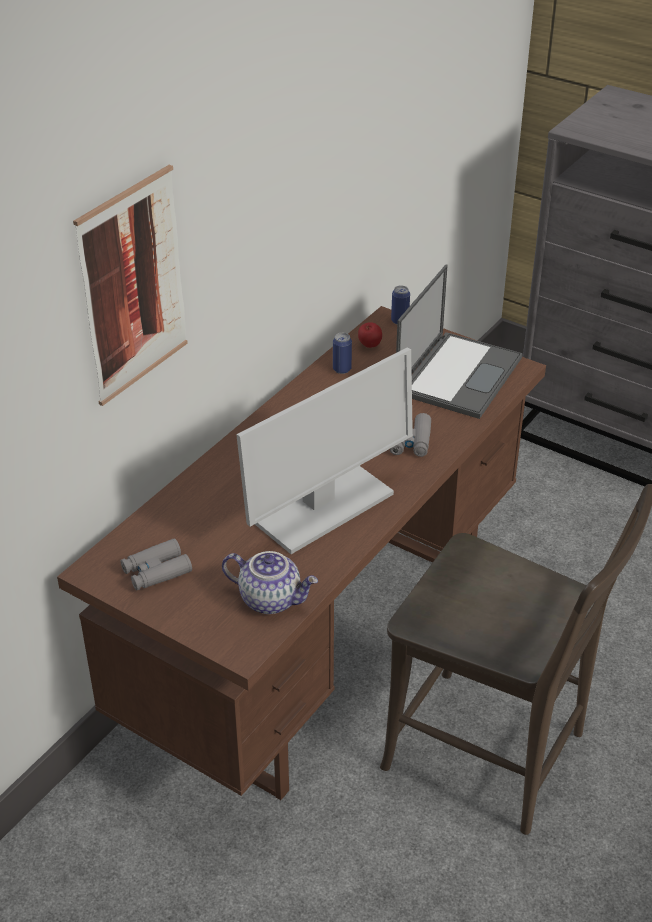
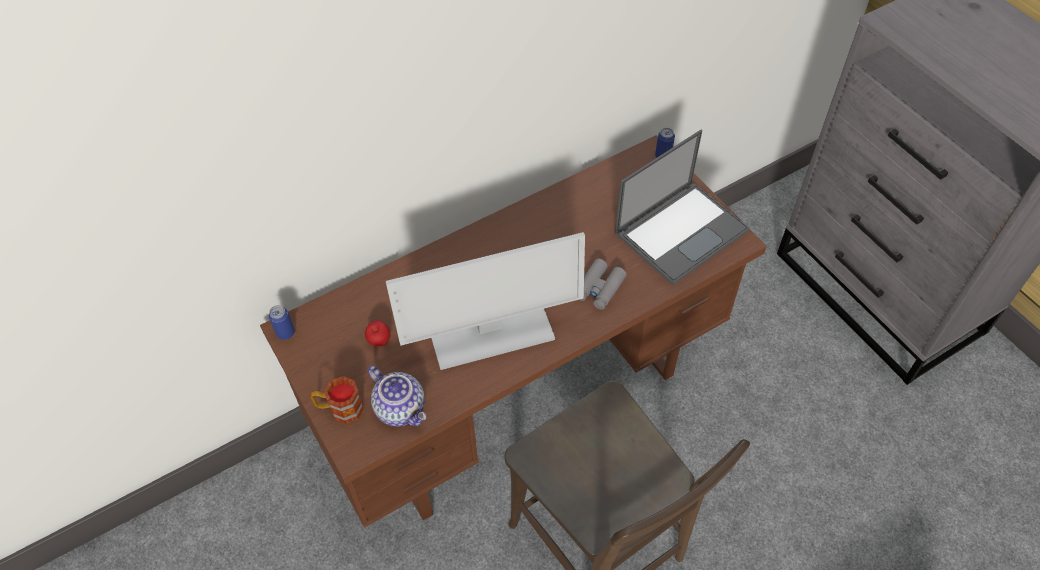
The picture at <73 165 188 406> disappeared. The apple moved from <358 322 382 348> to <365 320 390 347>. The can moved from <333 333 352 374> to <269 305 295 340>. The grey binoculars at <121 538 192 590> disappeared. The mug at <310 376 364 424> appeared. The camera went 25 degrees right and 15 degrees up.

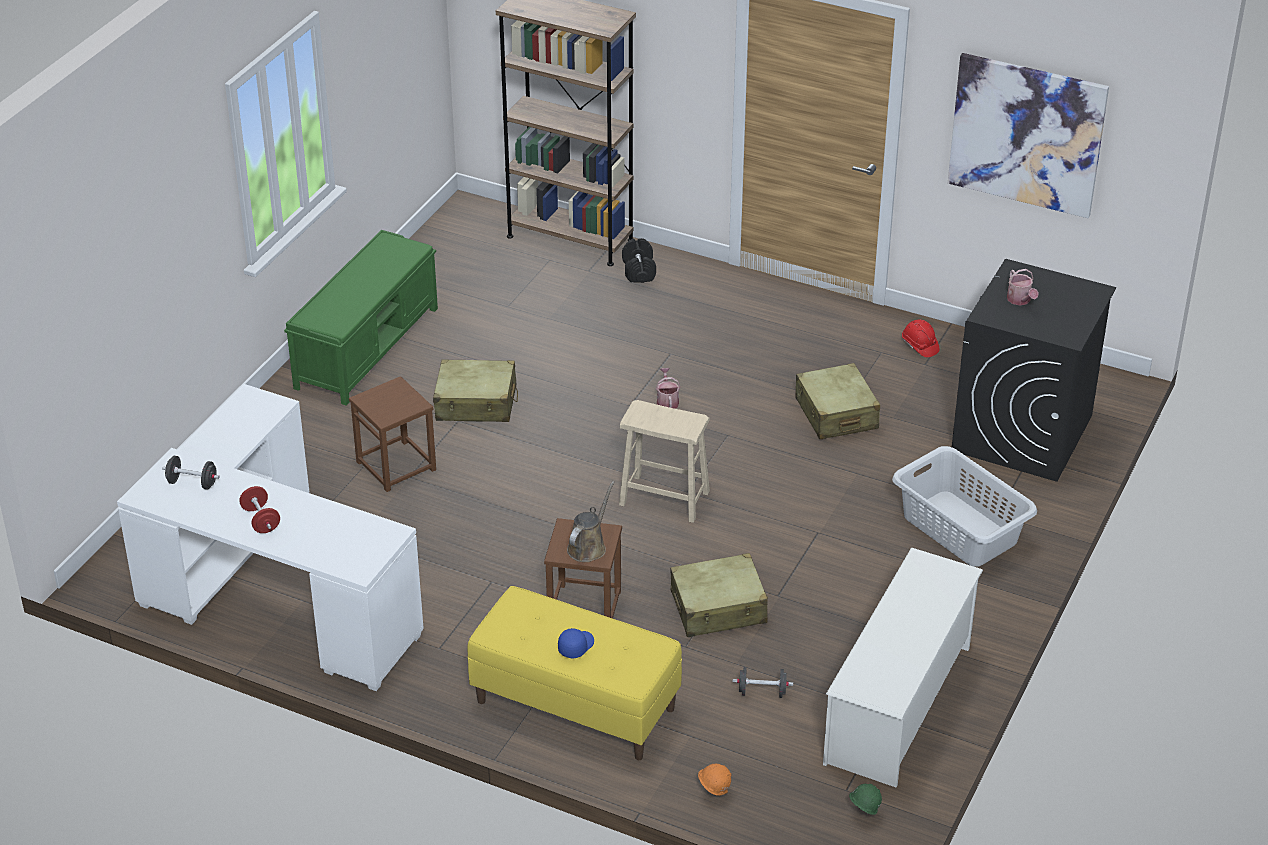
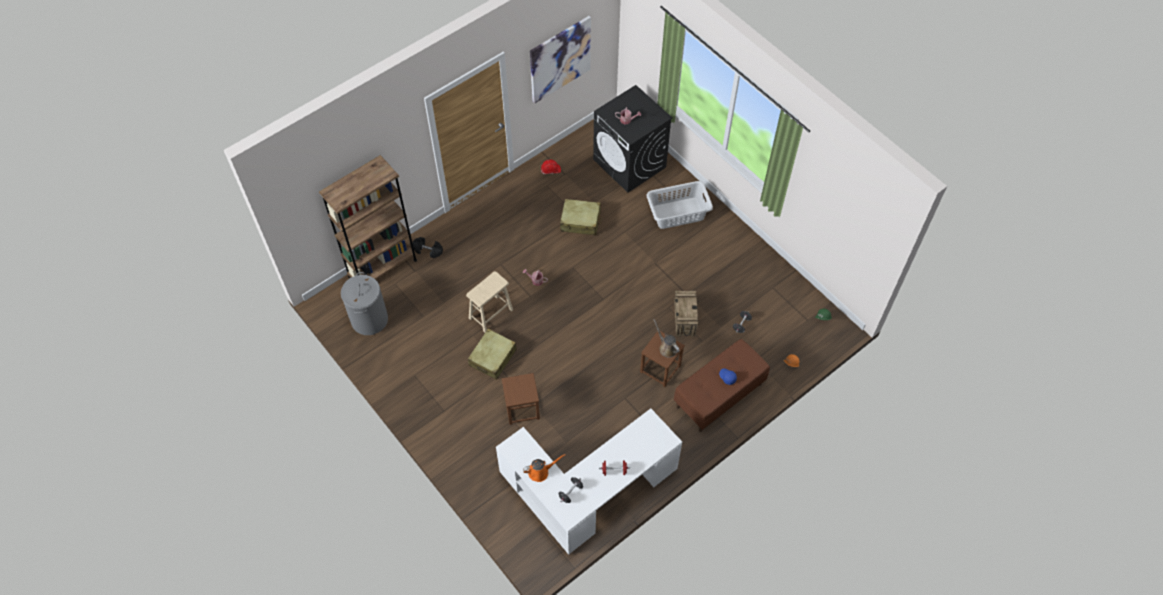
The green bench at <284 230 438 406> disappeared. The beige stool moved from <619 400 710 523> to <466 271 513 333>. The white shoe rack at <823 548 983 787> disappeared. The beige suitcase at <670 553 768 637> was replaced by the crate at <674 290 698 337>. The yellow bench at <467 586 682 760> became the brown bench at <674 339 770 432>. The grey laundry basket at <341 272 388 335> appeared. The orange watering can at <523 454 565 482> appeared. The camera went 65 degrees left and 20 degrees up.

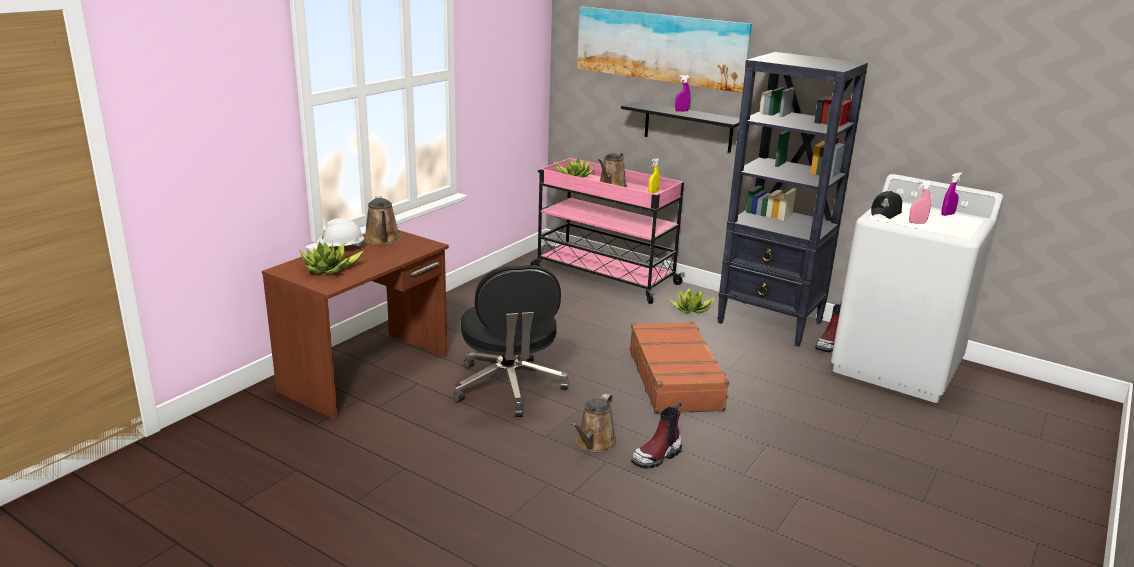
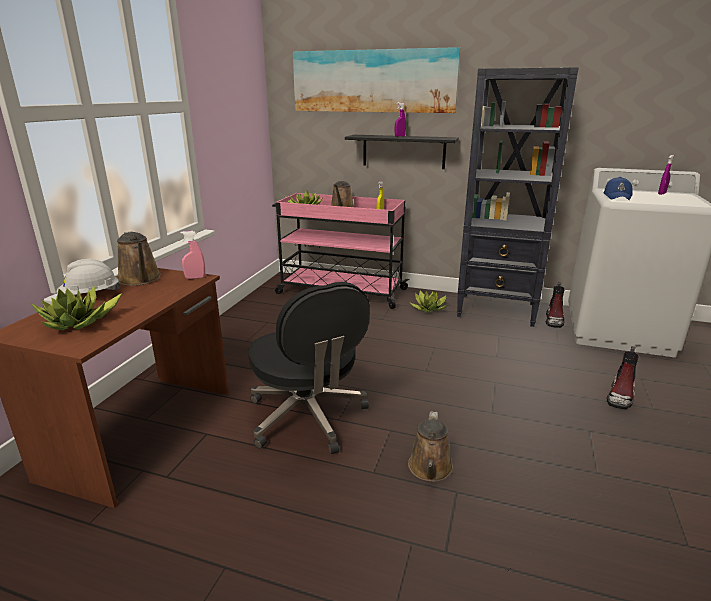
The pink spray bottle moved from <909 180 932 223> to <180 231 205 279>. The black cap at <871 191 902 219> became the blue cap at <603 177 633 200>. The brown suitcase at <630 322 729 414> disappeared. The boot moved from <631 402 682 468> to <607 346 639 409>. The camera went 15 degrees left and 0 degrees up.

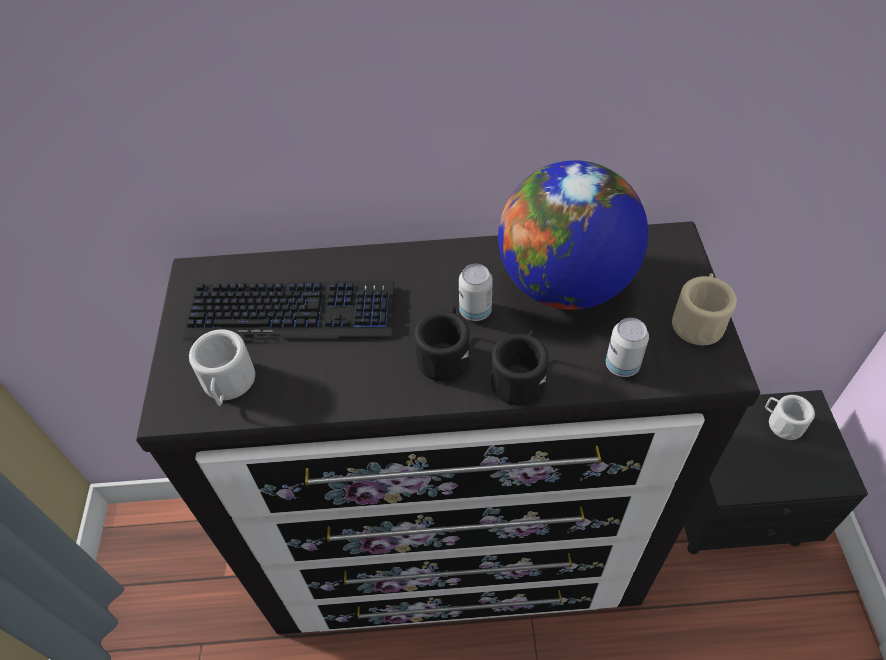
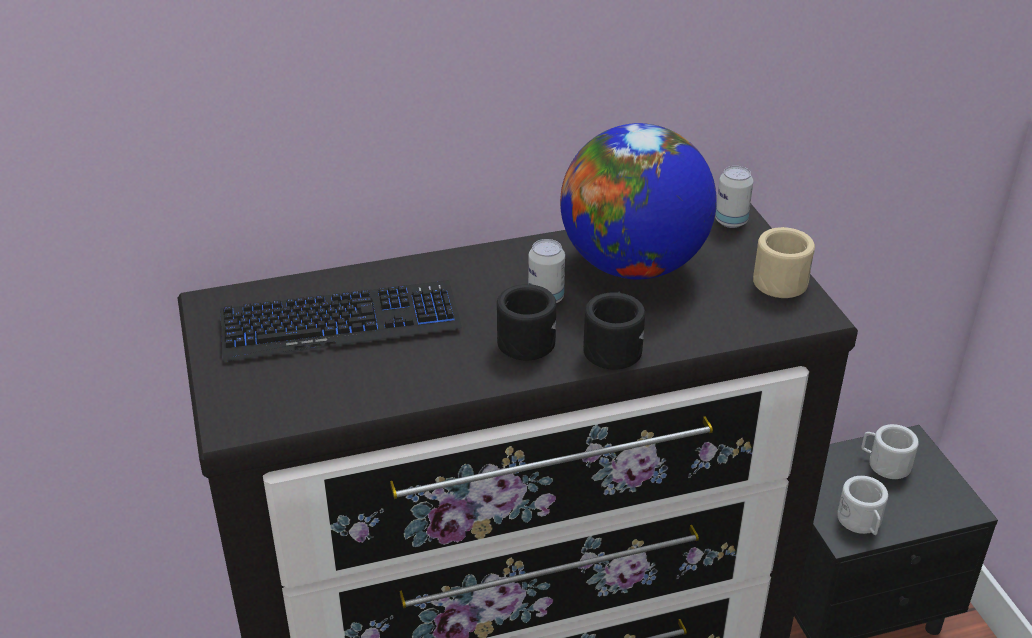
The can moved from <606 318 649 377> to <715 166 753 228>. The white mug moved from <189 329 255 406> to <837 476 888 535>. The camera went 15 degrees left and 15 degrees down.

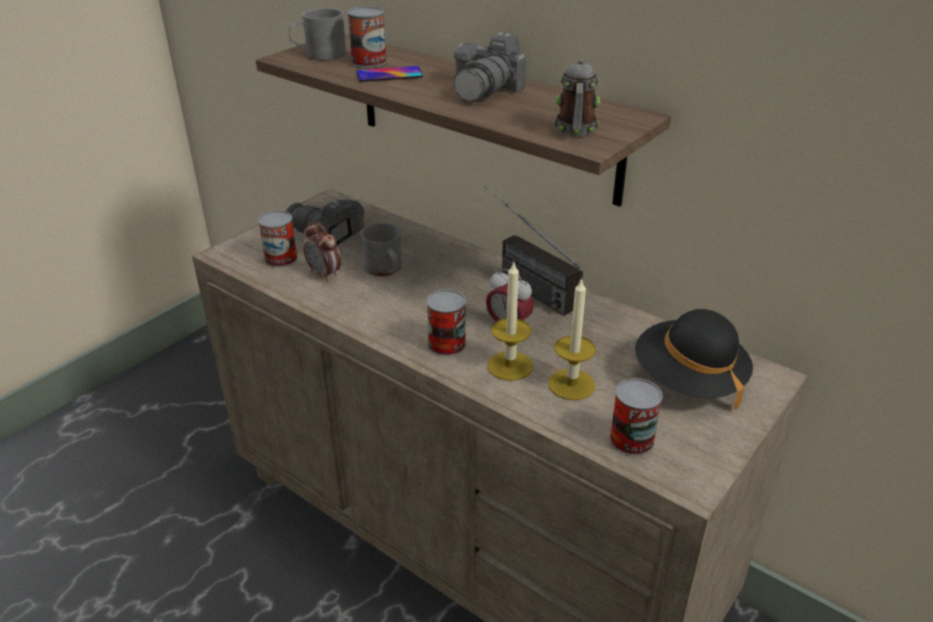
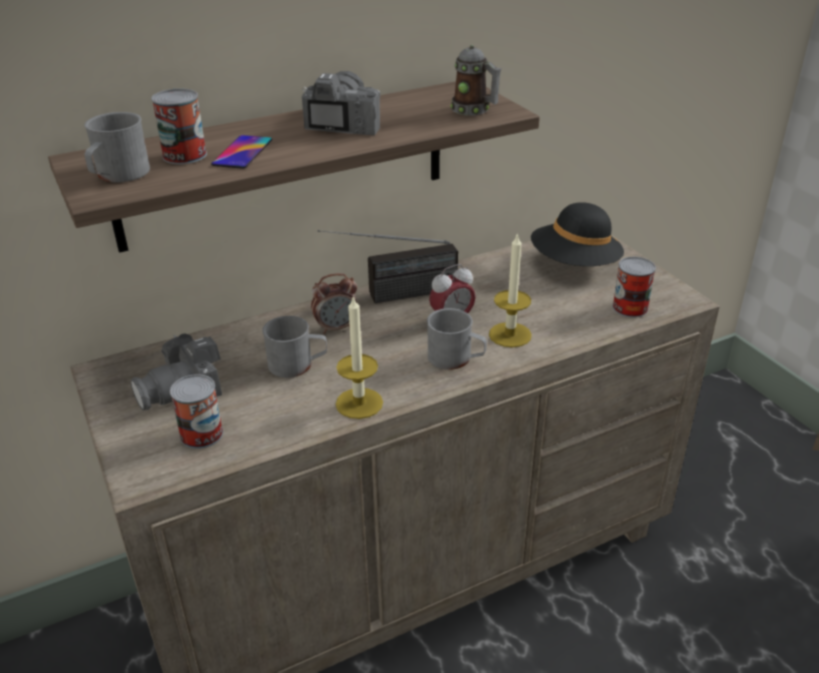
The photo camera at <453 32 526 102> turned 135 degrees counterclockwise. The alarm clock moved from <303 221 341 282> to <311 273 358 334>. The candle moved from <548 277 596 400> to <336 295 383 419>. The can at <426 289 466 356> was replaced by the grey mug at <427 308 487 370>. The camera went 65 degrees left and 0 degrees up.

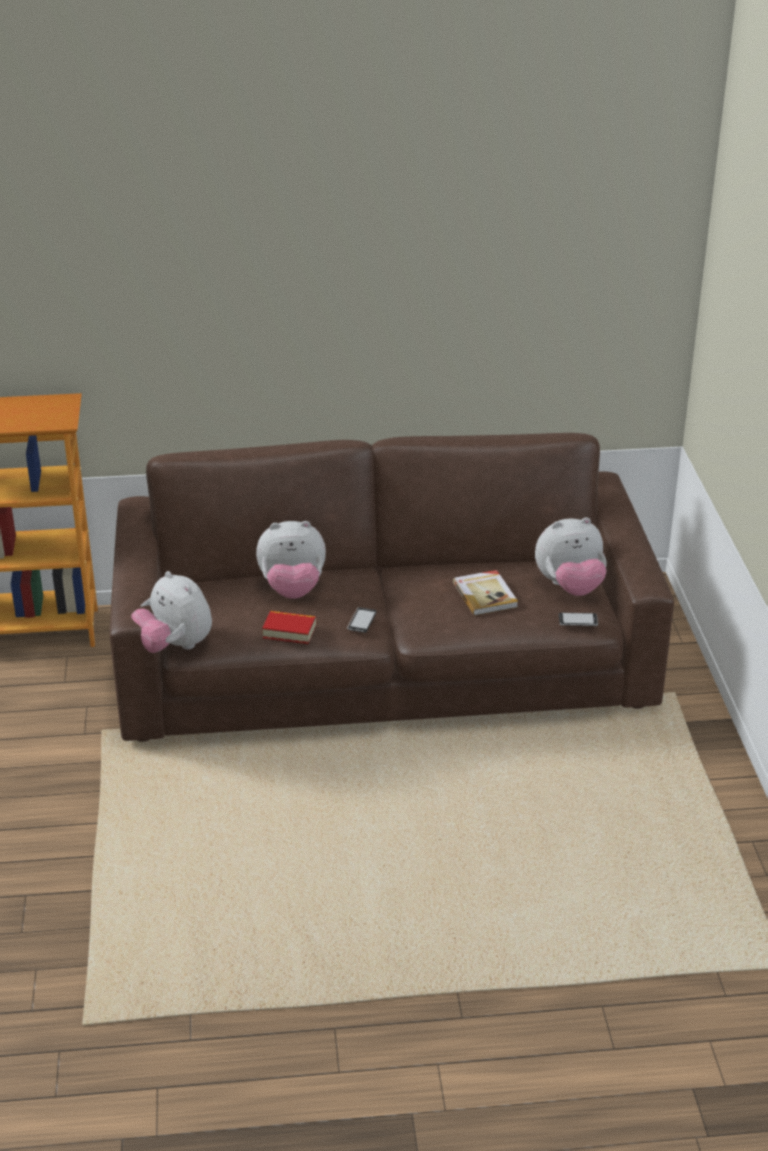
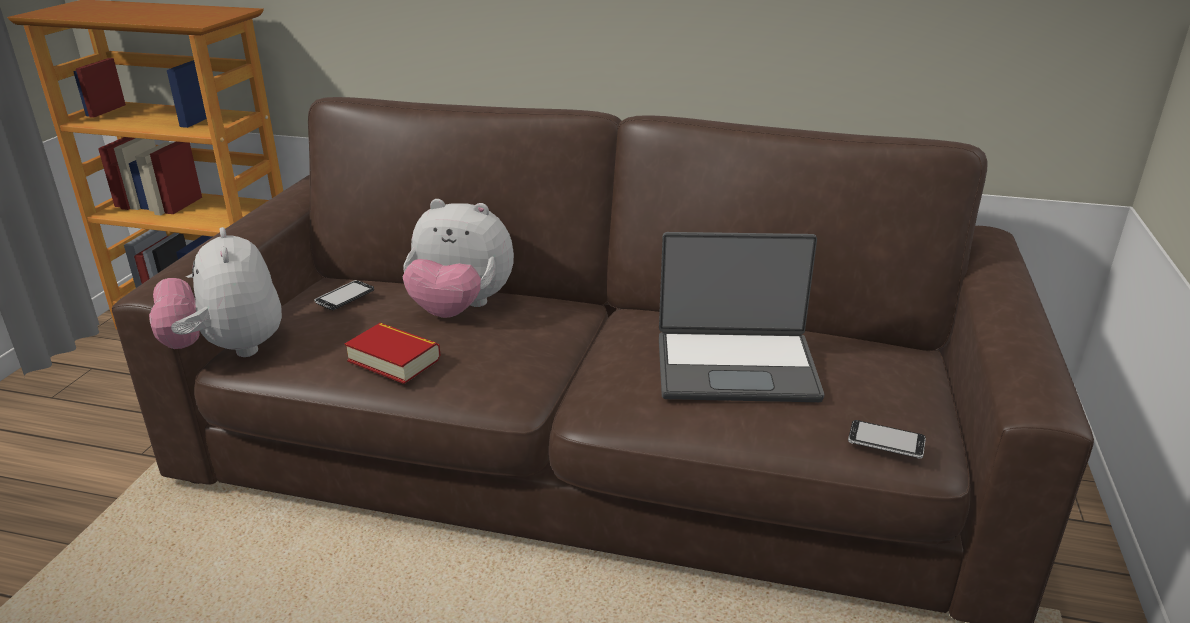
The plush toy at <535 517 607 596> disappeared. The book at <453 570 518 616> was replaced by the laptop at <659 232 825 402>. The phone moved from <347 607 376 633> to <314 280 374 310>. The camera went 20 degrees right and 5 degrees down.

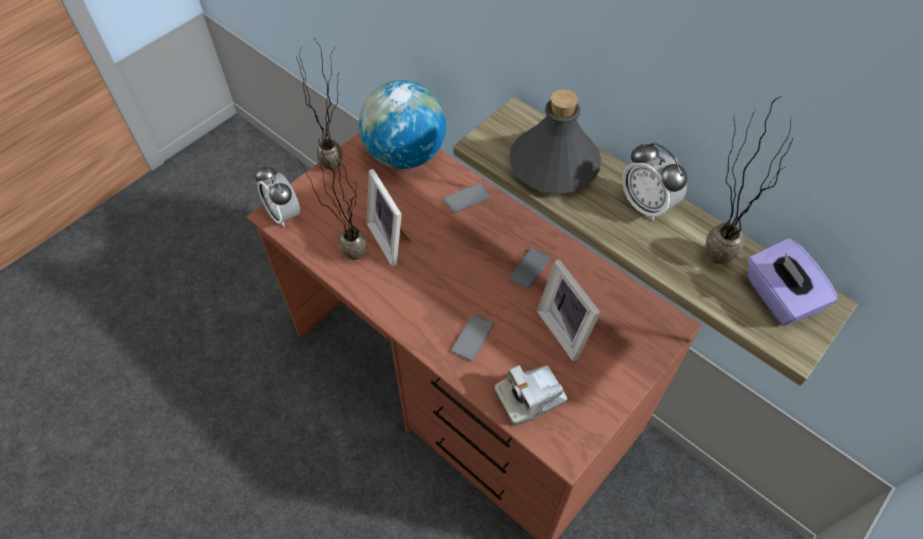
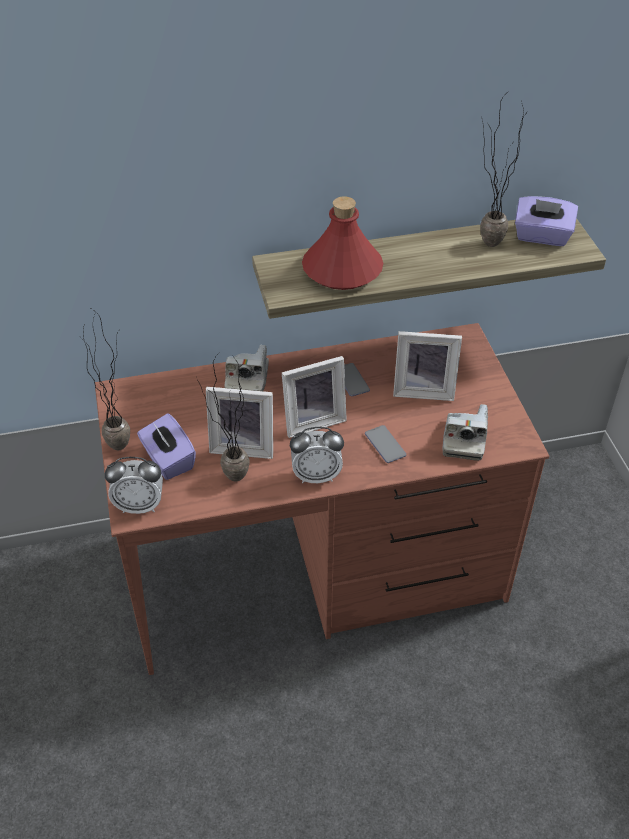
The globe at <359 80 446 169> disappeared. The grey bottle at <509 89 601 194> became the red bottle at <302 196 383 290>. The alarm clock moved from <622 142 687 221> to <290 427 344 483>. The phone at <444 183 490 213> was replaced by the photo camera at <224 345 269 391>. The picture frame at <282 356 347 438> appeared. The purple tissue box at <137 413 196 480> appeared. The camera went 55 degrees left and 10 degrees down.

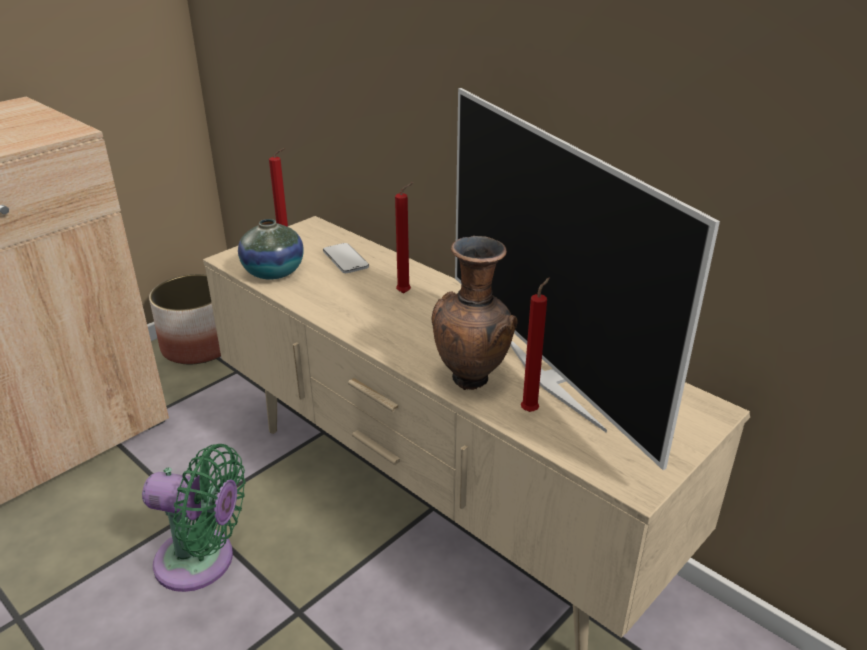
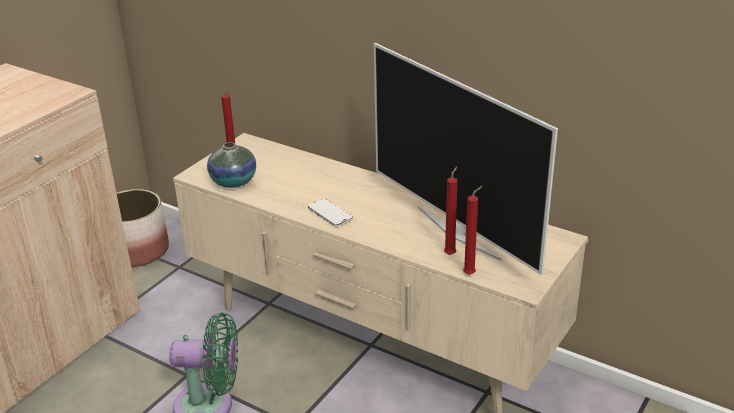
The red candle moved from <395 182 414 293> to <463 186 482 275>. The brown vase at <432 236 517 390> disappeared. The phone moved from <323 243 369 273> to <308 199 353 227>. The camera went 10 degrees left and 0 degrees up.

